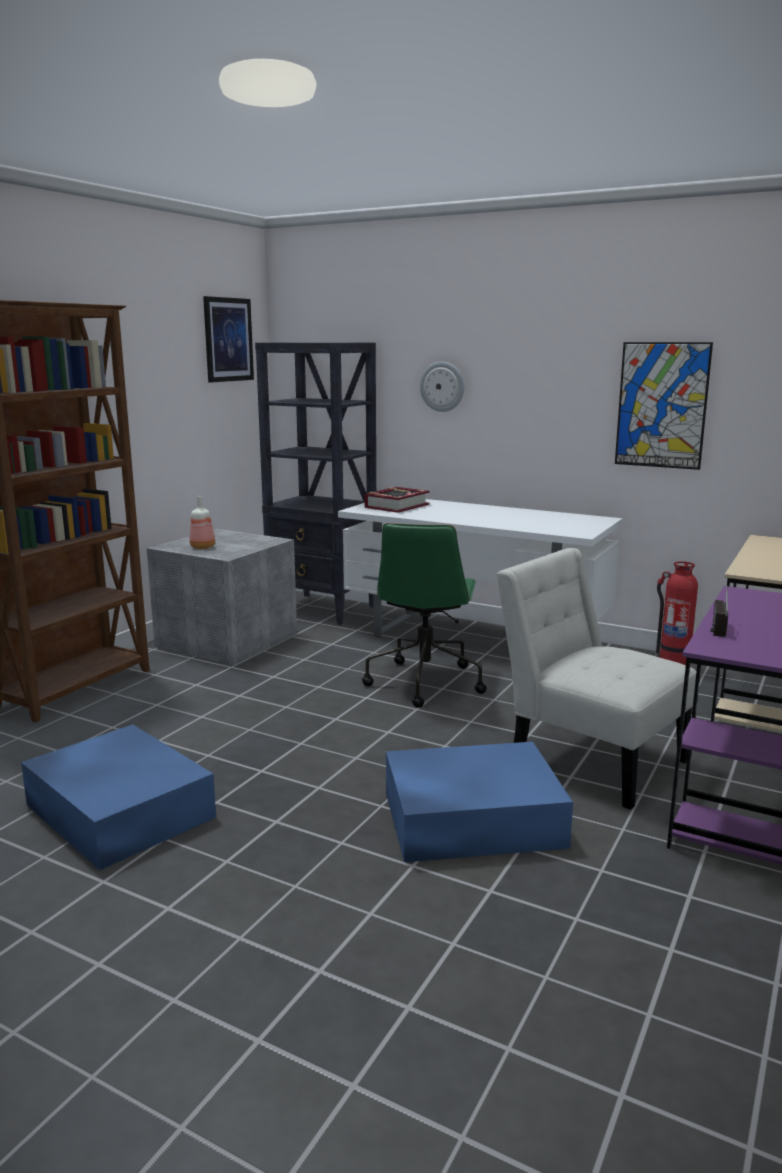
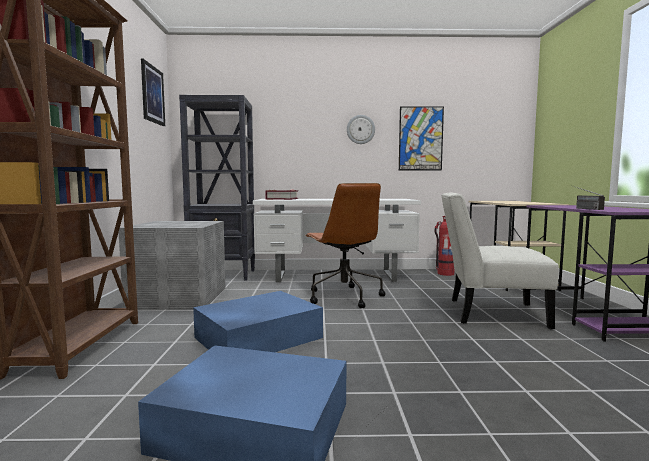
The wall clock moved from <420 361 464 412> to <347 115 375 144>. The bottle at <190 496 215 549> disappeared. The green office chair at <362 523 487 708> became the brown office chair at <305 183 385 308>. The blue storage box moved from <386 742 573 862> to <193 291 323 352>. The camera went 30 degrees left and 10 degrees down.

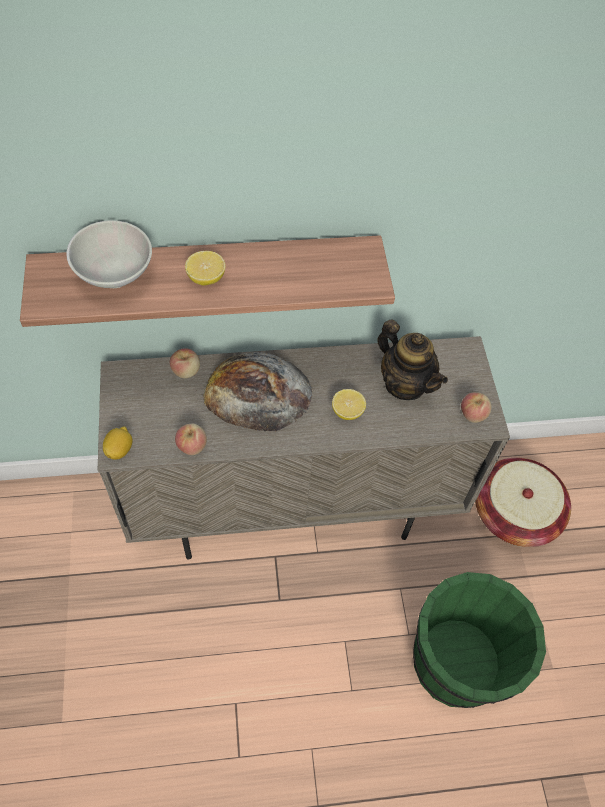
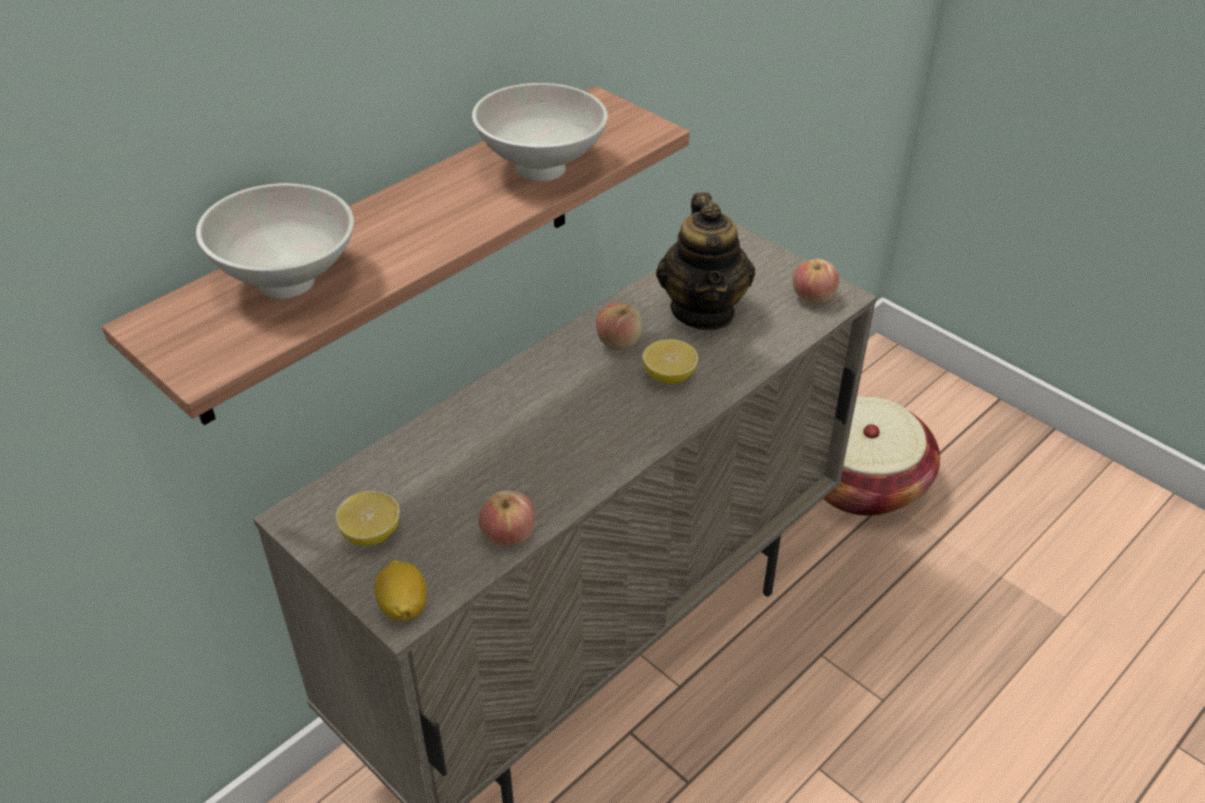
The lemon moved from <185 251 226 286> to <335 491 400 546>. The teapot at <377 320 448 400> turned 75 degrees clockwise. The apple moved from <170 348 200 378> to <596 303 643 350>. The bread at <203 352 312 431> disappeared. The green bucket at <413 572 546 708> disappeared. The white bowl at <472 83 608 181> appeared. The camera went 35 degrees left and 15 degrees down.

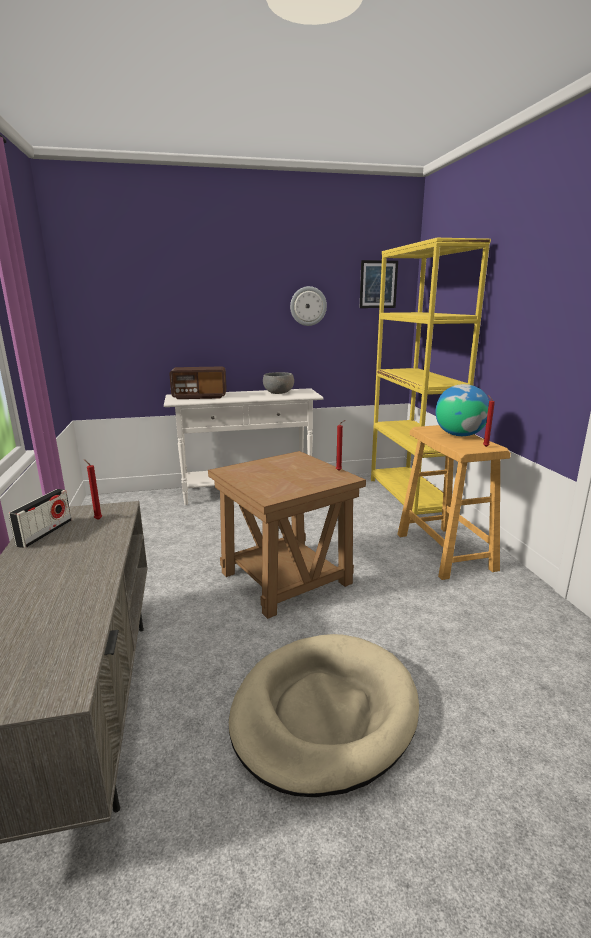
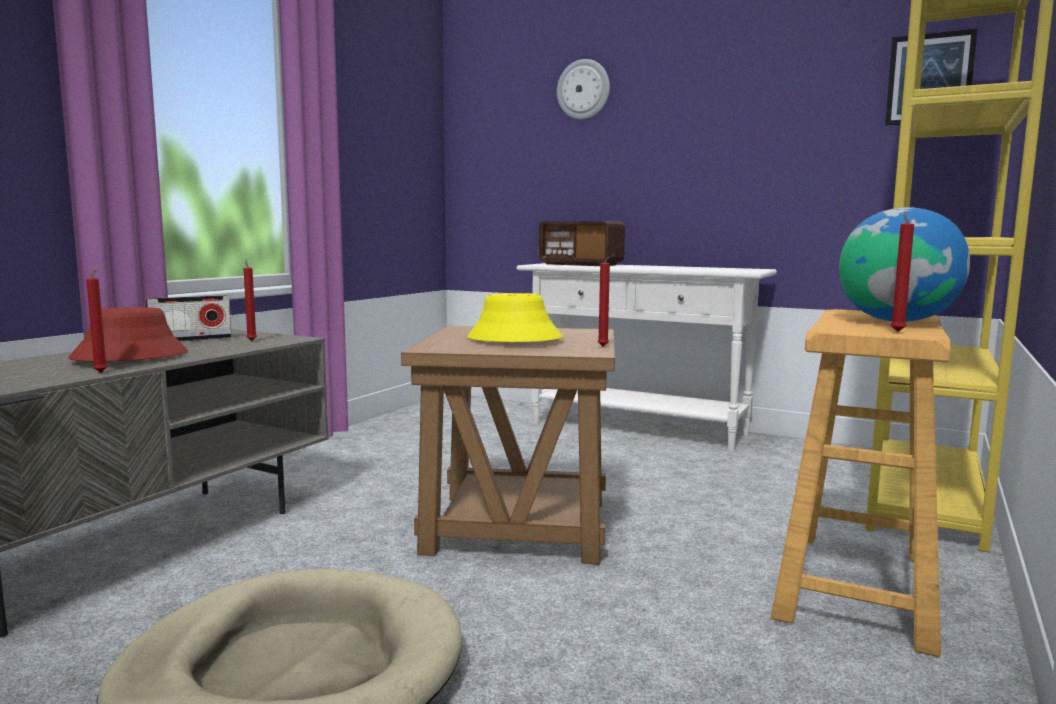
The wall clock moved from <290 286 327 326> to <557 59 610 120>. The grey bowl at <263 372 294 394> disappeared. The red candle at <86 268 108 373> appeared. The yellow hat at <467 293 563 342> appeared. The red hat at <68 307 188 362> appeared. The camera went 40 degrees right and 10 degrees down.

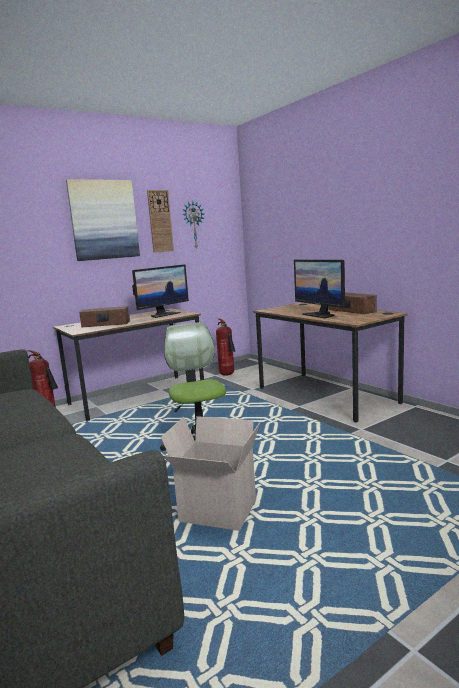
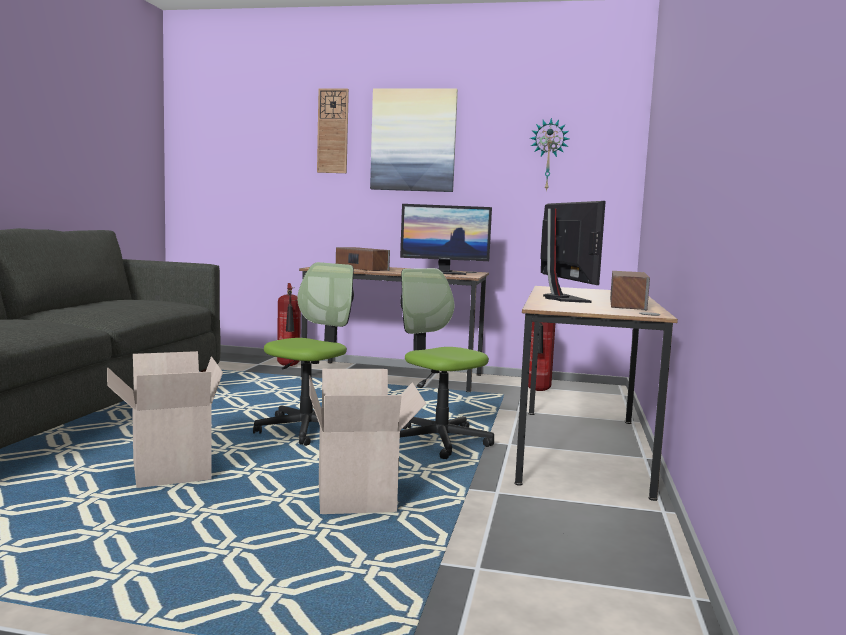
The wall clock moved from <147 190 174 253> to <317 89 349 173>. The monitor at <294 260 345 319> turned 150 degrees clockwise. The office chair at <400 268 494 459> appeared. The cardboard box at <309 369 426 514> appeared. The camera went 45 degrees right and 5 degrees down.

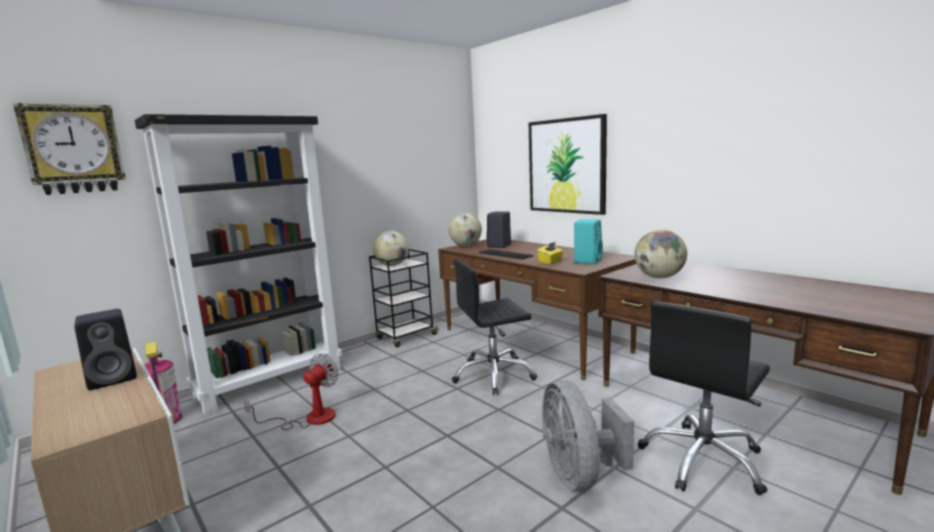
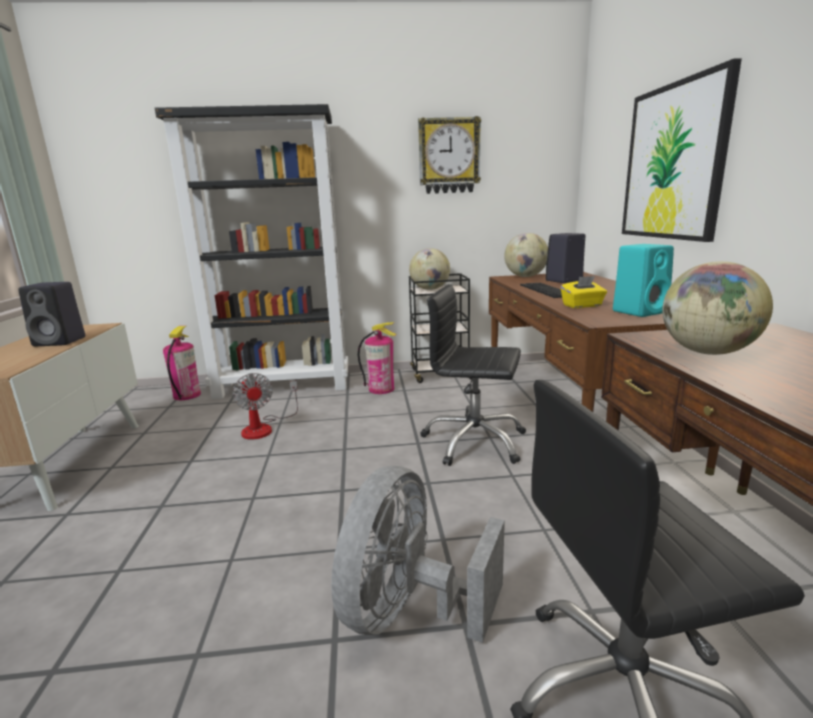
The wall clock moved from <13 103 126 195> to <418 116 481 194>. The fan at <244 354 339 430> turned 90 degrees clockwise. The fire extinguisher at <358 322 397 394> appeared. The camera went 35 degrees right and 5 degrees up.

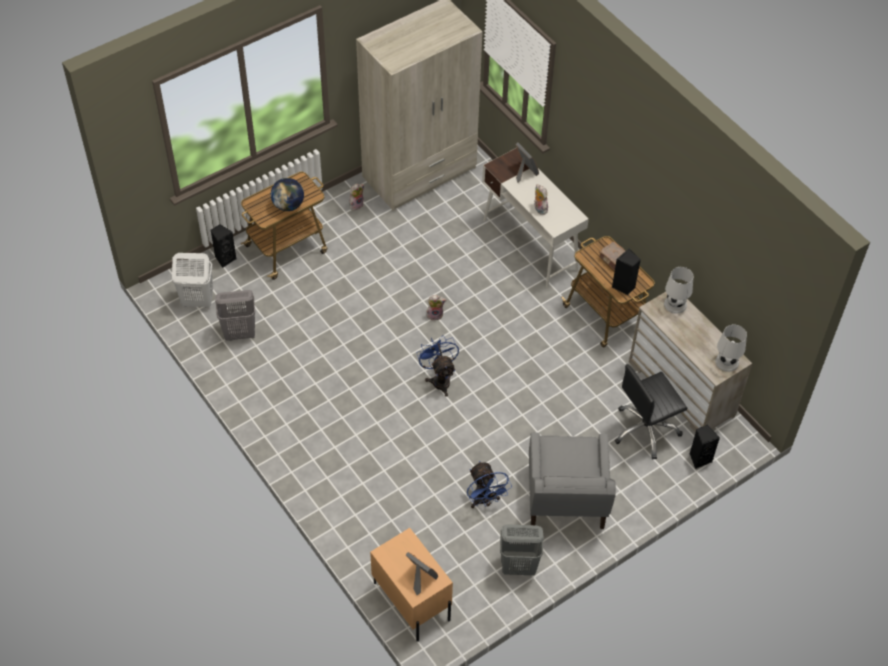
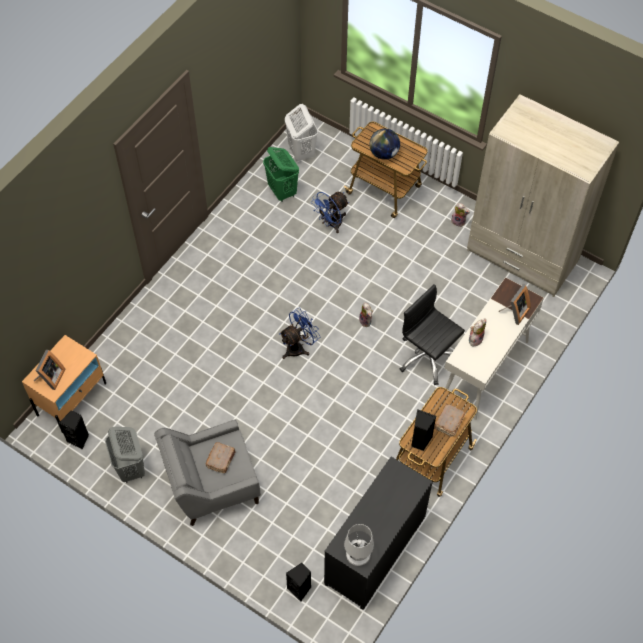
The black speaker moved from <211 224 237 268> to <59 410 89 450>. The white table lamp at <664 267 693 313> disappeared. The grey laundry basket at <215 290 255 341> became the green laundry basket at <263 147 299 202>. The beige dresser at <629 292 753 432> became the black dresser at <324 457 433 610>. The black office chair moved from <614 364 688 460> to <400 284 465 385>. The blue fan moved from <467 461 512 508> to <311 192 349 233>. The brown book at <206 442 236 473> appeared. The camera went 70 degrees right and 5 degrees up.

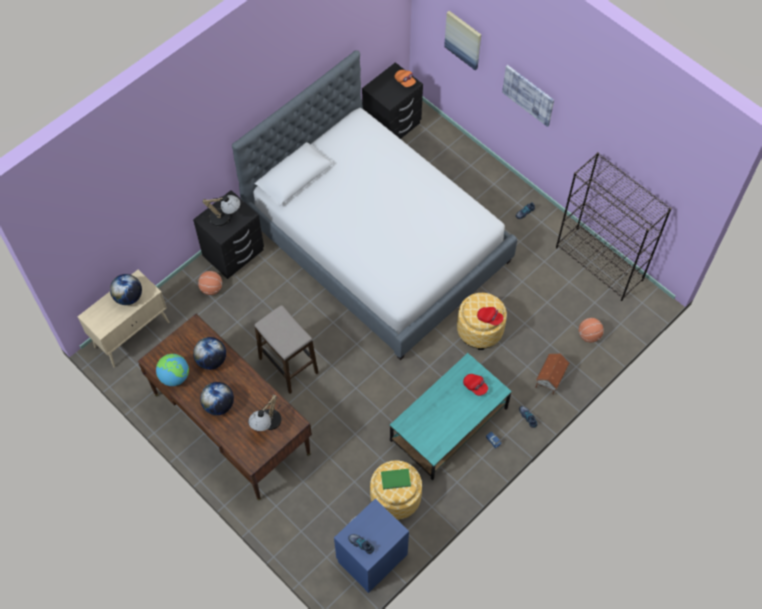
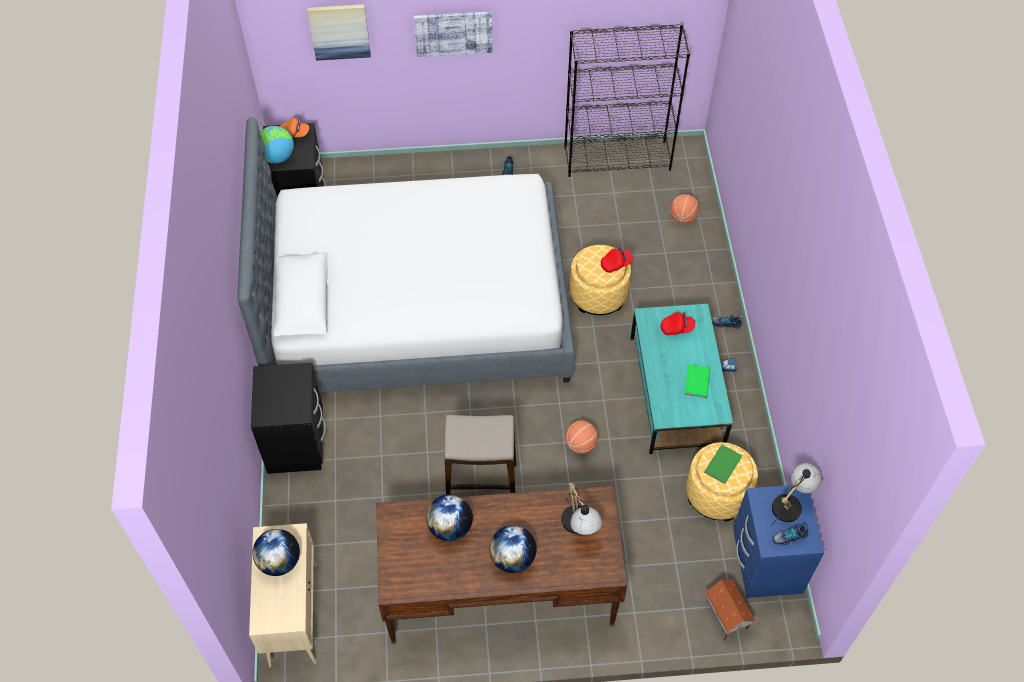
The table lamp moved from <202 195 241 226> to <771 463 822 526>. The basketball moved from <198 271 222 295> to <565 420 598 454>. The globe moved from <156 354 189 386> to <260 126 294 163>. The toy house moved from <535 354 569 395> to <705 580 756 641>. The green book at <684 364 710 398> appeared. The camera went 50 degrees left and 5 degrees down.

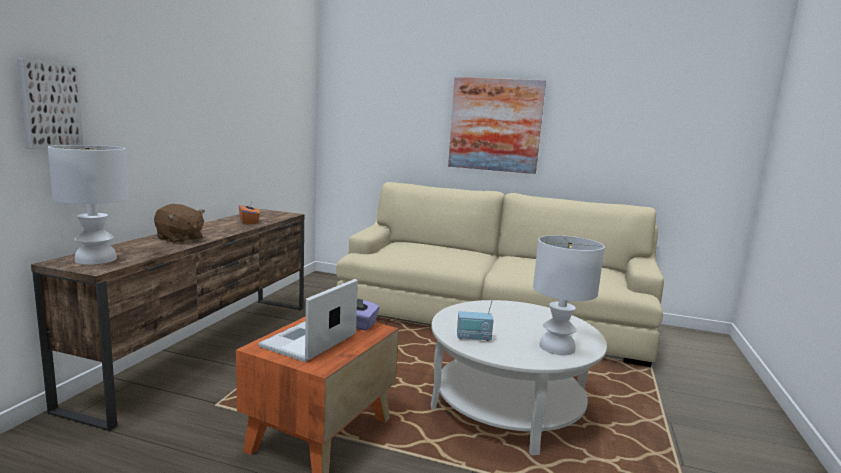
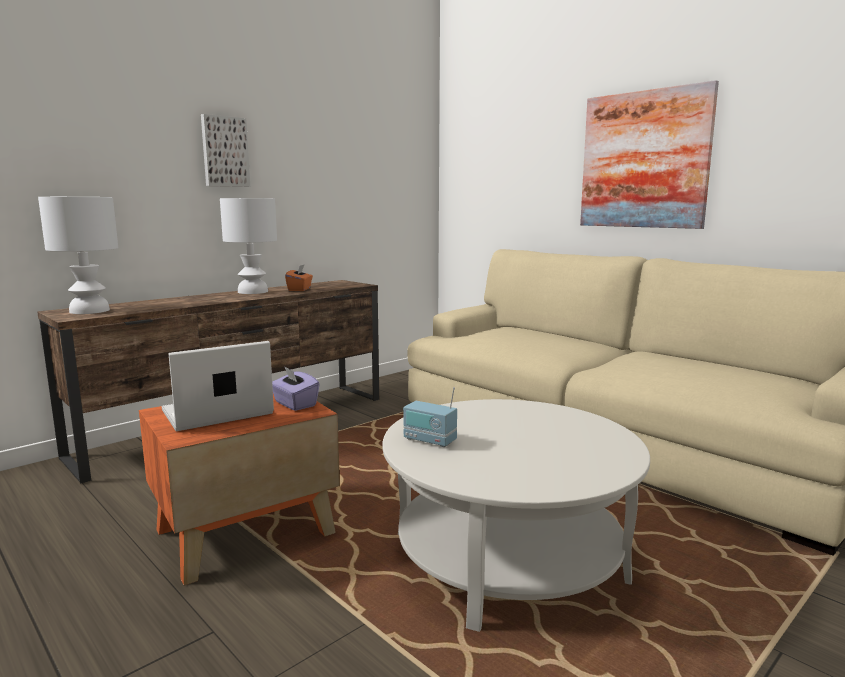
The picture moved from <17 59 83 149> to <201 114 250 187>. The brown plush toy at <154 204 205 243> disappeared. The white table lamp moved from <533 235 605 355> to <220 198 277 294>. The camera went 30 degrees right and 0 degrees up.

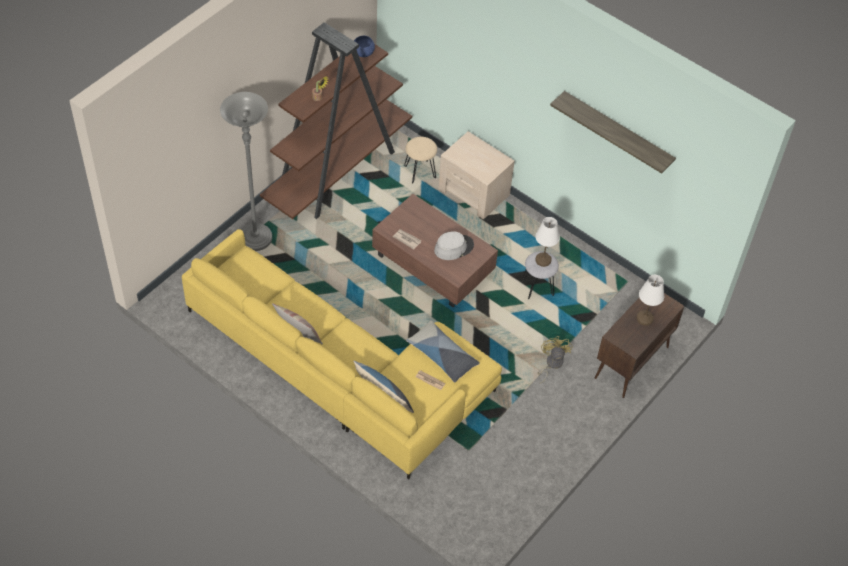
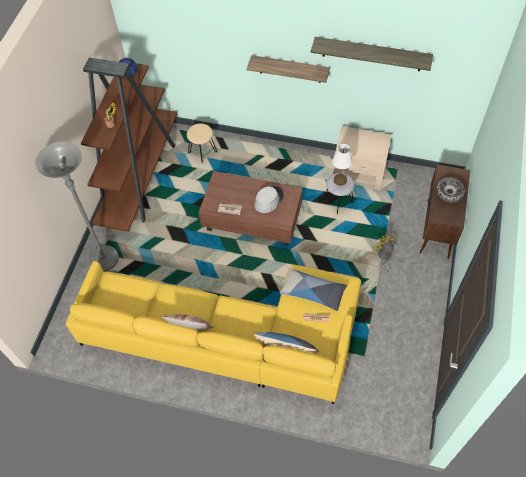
The beige nightstand moved from <438 131 515 219> to <333 126 392 190>. The white table lamp at <637 275 664 325> was replaced by the bowl at <435 177 465 203>. The shelf at <247 55 330 83> appeared. The camera went 20 degrees left and 5 degrees up.

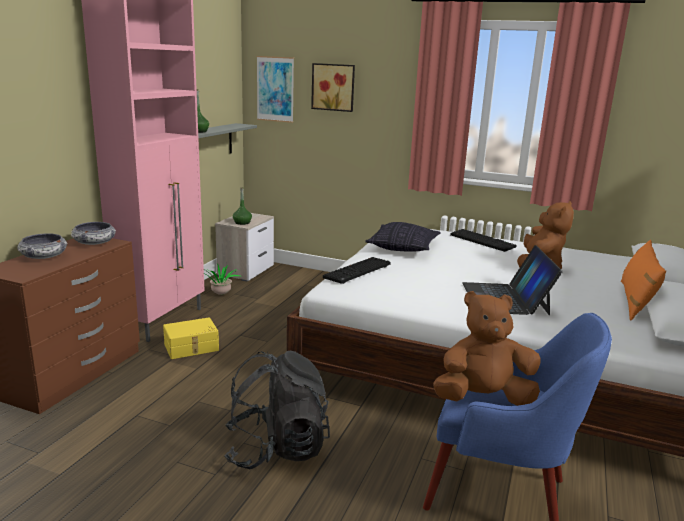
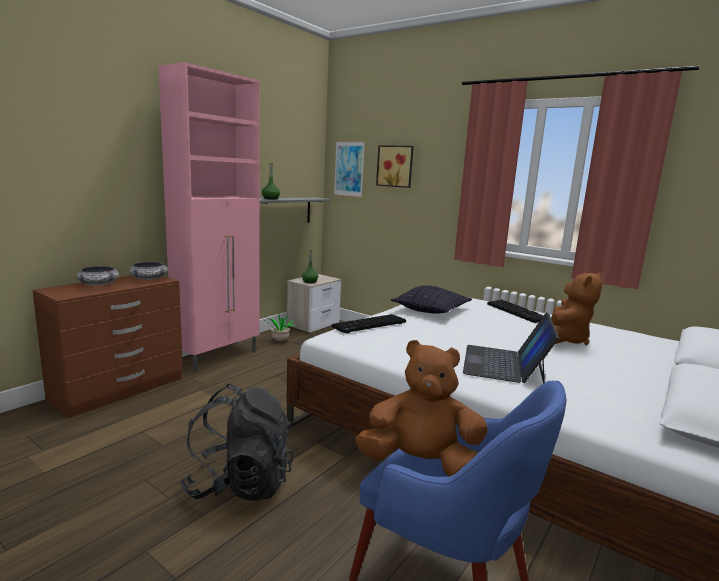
The orange pillow at <621 240 666 320> disappeared. The yellow storage box at <163 317 219 359> disappeared. The camera went 15 degrees right and 5 degrees down.

